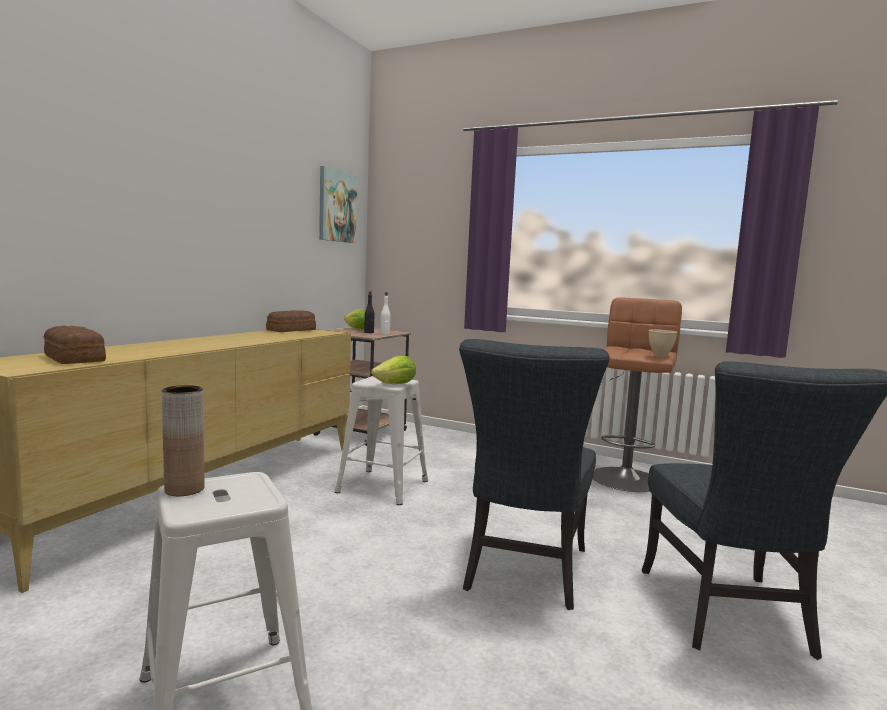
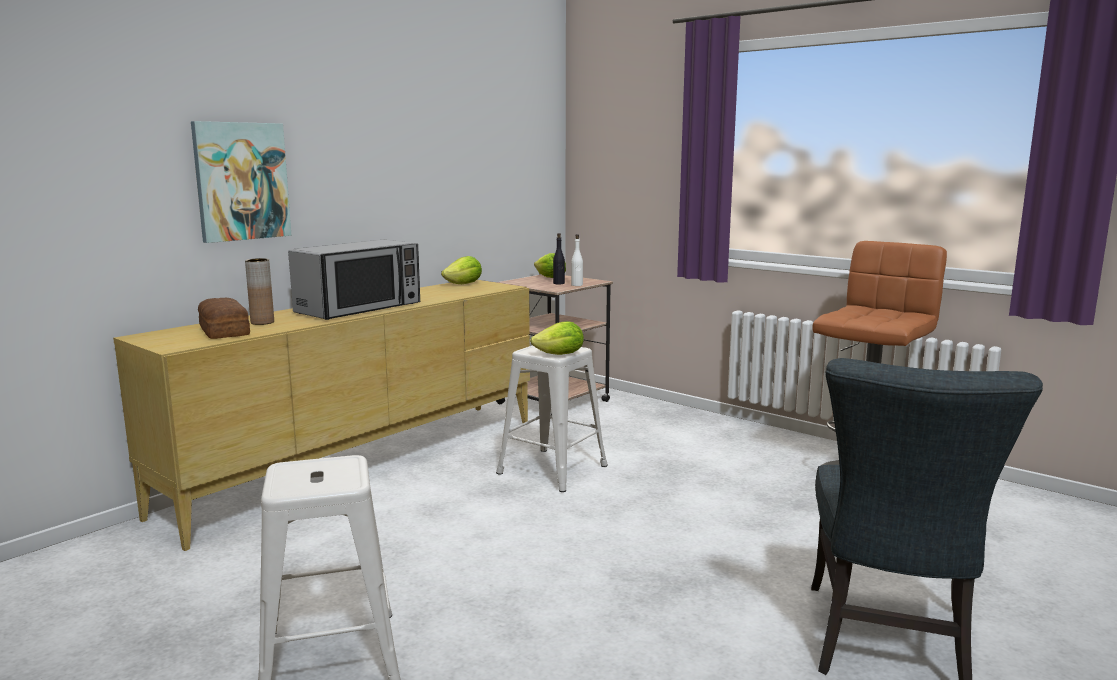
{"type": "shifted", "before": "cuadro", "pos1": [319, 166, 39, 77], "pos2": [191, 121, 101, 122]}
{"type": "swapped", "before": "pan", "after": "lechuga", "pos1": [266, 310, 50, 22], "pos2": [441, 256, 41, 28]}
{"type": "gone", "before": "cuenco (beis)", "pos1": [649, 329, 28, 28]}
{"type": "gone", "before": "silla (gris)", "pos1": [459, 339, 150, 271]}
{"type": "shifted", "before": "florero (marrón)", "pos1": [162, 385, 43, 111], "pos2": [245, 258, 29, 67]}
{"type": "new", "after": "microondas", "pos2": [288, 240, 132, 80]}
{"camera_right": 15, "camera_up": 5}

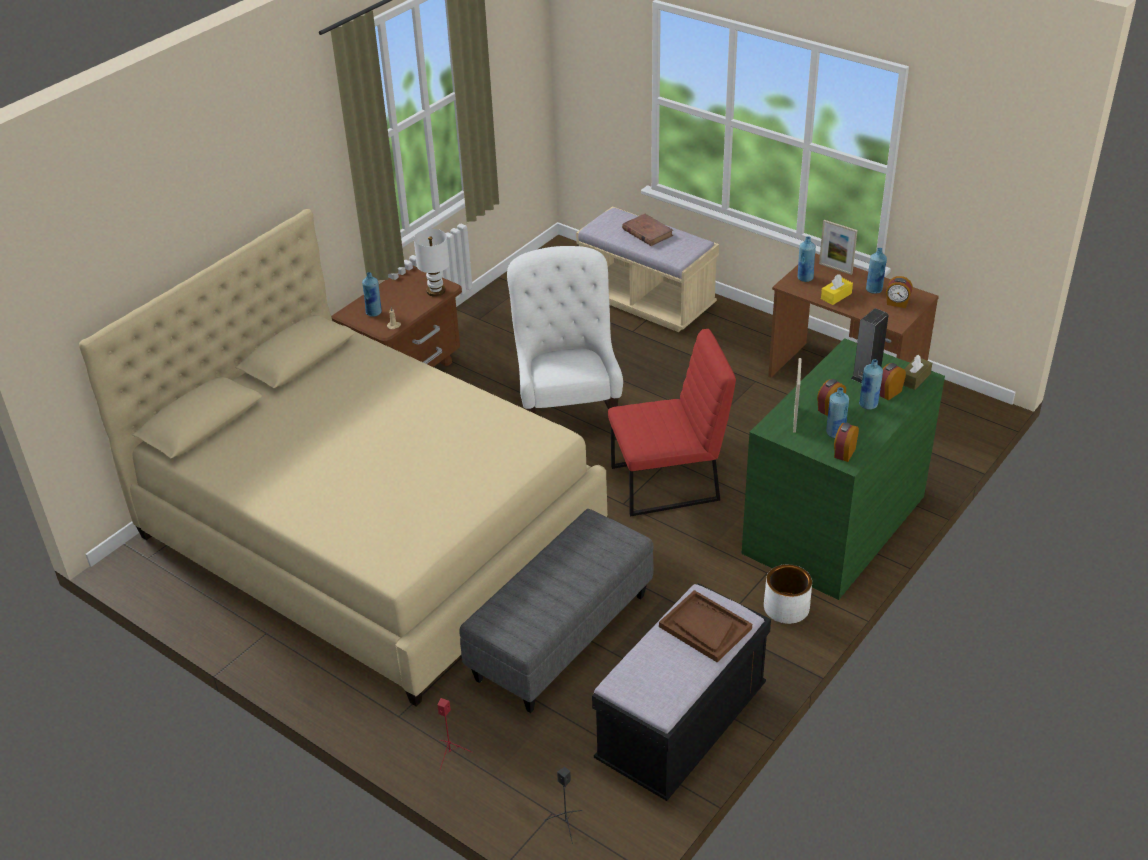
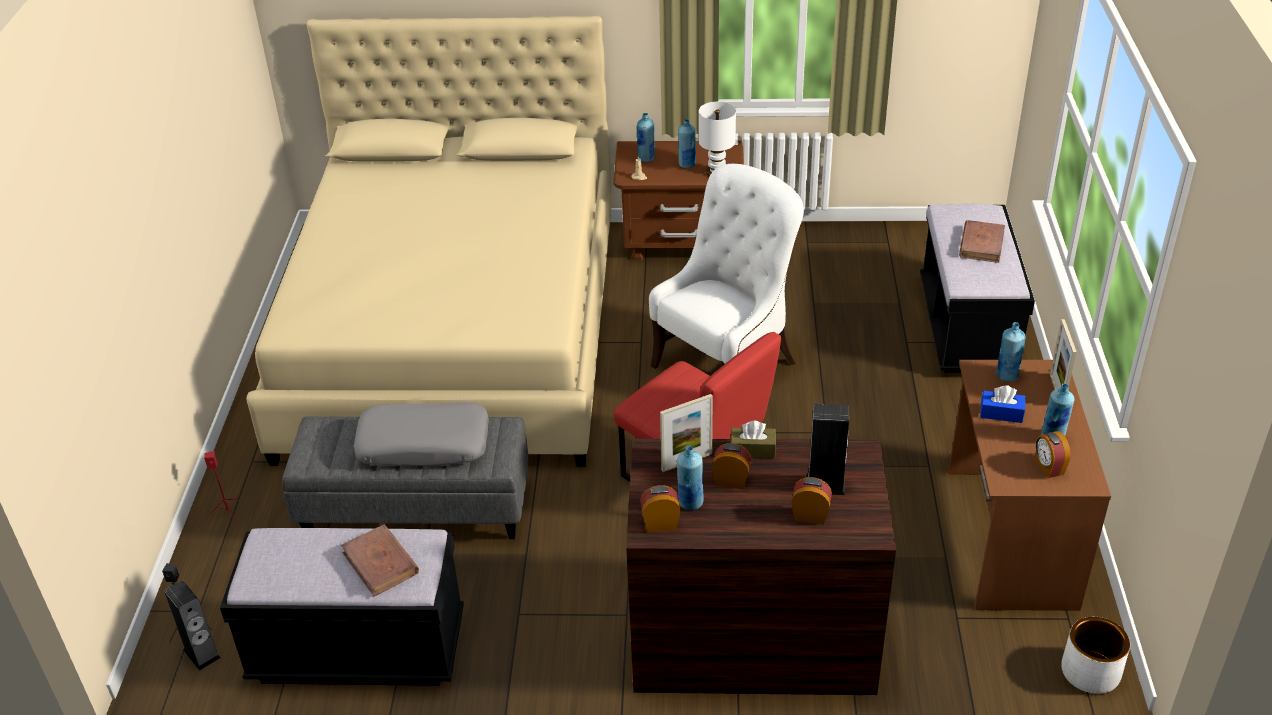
{"type": "repainted", "before": "banco (beis)", "after": "banco (negro)", "pos1": [576, 206, 143, 126], "pos2": [920, 204, 115, 169]}
{"type": "repainted", "before": "caja de pañuelos (amarillo)", "after": "caja de pañuelos (azul)", "pos1": [821, 274, 32, 31], "pos2": [980, 385, 45, 38]}
{"type": "repainted", "before": "cómoda (verde)", "after": "cómoda (marrón)", "pos1": [741, 338, 204, 262], "pos2": [626, 439, 270, 256]}
{"type": "shifted", "before": "caja de pañuelos (marrón)", "pos1": [903, 355, 29, 35], "pos2": [731, 421, 45, 37]}
{"type": "shifted", "before": "botella (azul)", "pos1": [859, 359, 24, 51], "pos2": [678, 119, 18, 49]}
{"type": "shifted", "before": "maceta (blanco)", "pos1": [764, 564, 48, 60], "pos2": [1061, 617, 69, 77]}
{"type": "swapped", "before": "bandeja (marrón)", "after": "libro (marrón)", "pos1": [659, 590, 93, 72], "pos2": [341, 525, 78, 71]}
{"type": "new", "after": "cojín (gris)", "pos2": [353, 402, 136, 64]}
{"type": "new", "after": "altavoz", "pos2": [164, 581, 57, 90]}
{"camera_right": 55, "camera_up": 0}

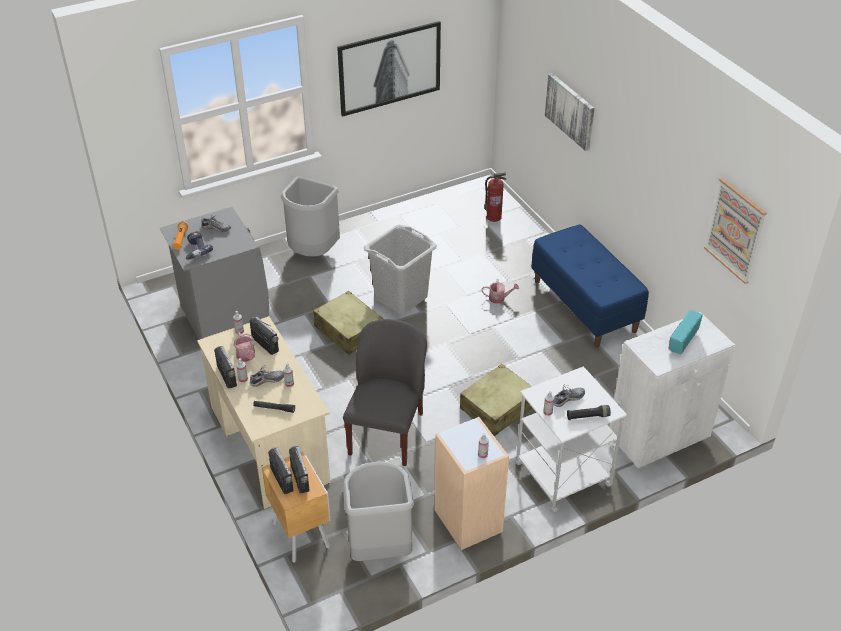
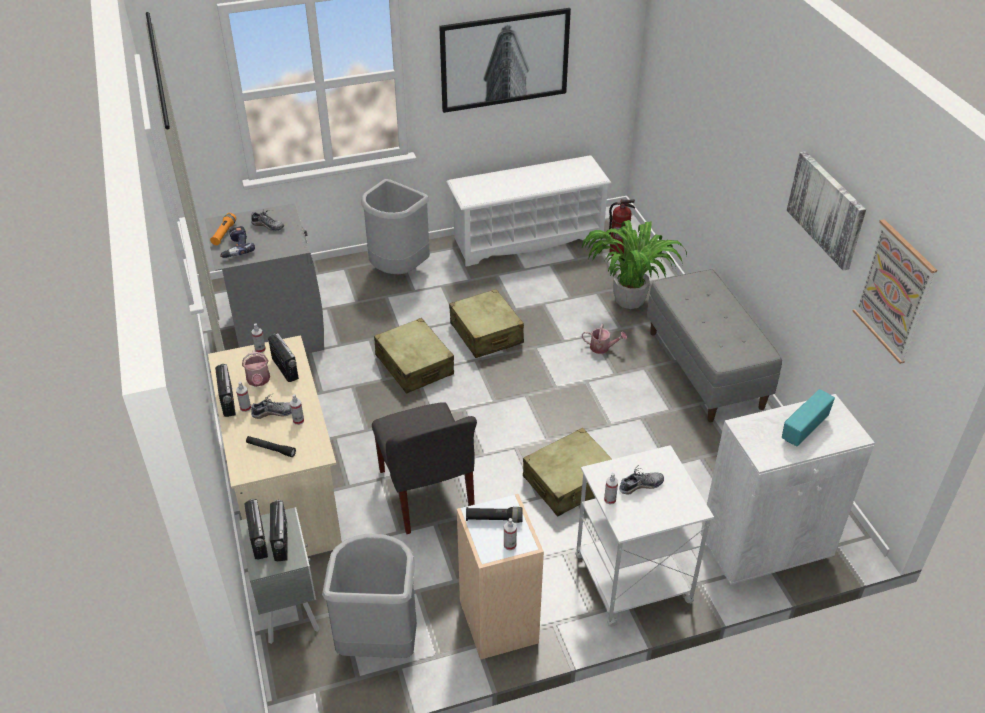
{"type": "shifted", "before": "cuadro", "pos1": [545, 73, 50, 78], "pos2": [787, 151, 79, 120]}
{"type": "repainted", "before": "banco (azul)", "after": "banco (gris)", "pos1": [531, 224, 118, 124], "pos2": [647, 269, 135, 153]}
{"type": "swapped", "before": "cesto de la ropa (gris)", "after": "maleta (beis)", "pos1": [364, 225, 73, 89], "pos2": [449, 289, 75, 69]}
{"type": "rotated", "before": "silla (gris)", "pos1": [343, 319, 84, 147], "pos2": [372, 402, 105, 132], "turn": 135}
{"type": "shifted", "before": "linterna (negro)", "pos1": [567, 405, 44, 15], "pos2": [466, 507, 57, 16]}
{"type": "repainted", "before": "mesita de noche (marrón)", "after": "mesita de noche (gris)", "pos1": [262, 451, 69, 112], "pos2": [239, 507, 80, 137]}
{"type": "new", "after": "zapatero (blanco)", "pos2": [447, 155, 164, 112]}
{"type": "new", "after": "planta en maceta", "pos2": [582, 220, 105, 89]}
{"camera_right": 10, "camera_up": 0}

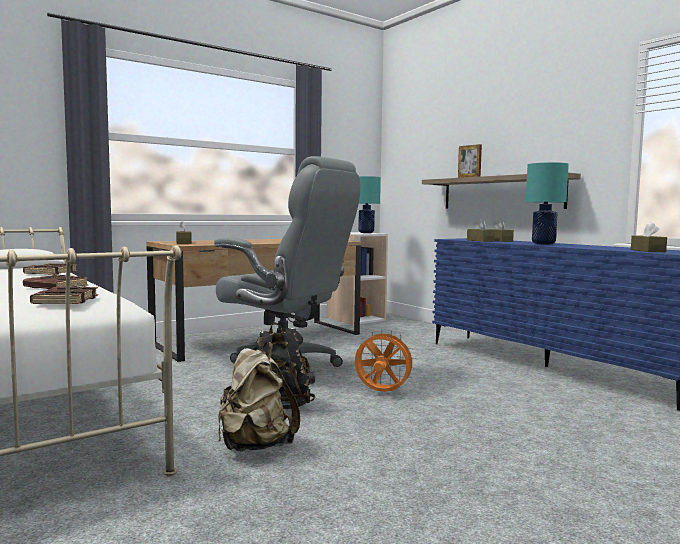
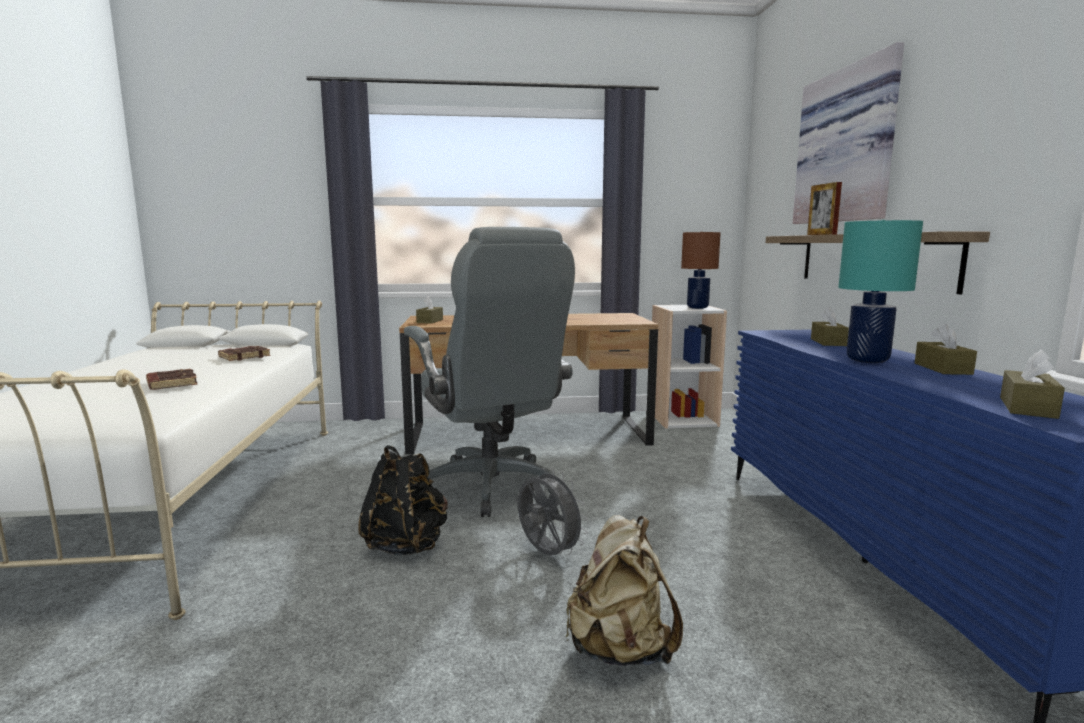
{"type": "repainted", "before": "lámpara de mesa (turquesa)", "after": "lámpara de mesa (marrón)", "pos1": [358, 176, 23, 57], "pos2": [681, 231, 40, 78]}
{"type": "shifted", "before": "caja de pañuelos (marrón)", "pos1": [467, 218, 28, 24], "pos2": [915, 324, 62, 51]}
{"type": "gone", "before": "libro (marrón)", "pos1": [30, 286, 68, 18]}
{"type": "repainted", "before": "ventilador (naranja)", "after": "ventilador (gris)", "pos1": [355, 329, 62, 63], "pos2": [518, 468, 70, 88]}
{"type": "shifted", "before": "mochila (beis)", "pos1": [218, 342, 82, 110], "pos2": [566, 515, 117, 151]}
{"type": "new", "after": "cuadro", "pos2": [793, 42, 111, 182]}
{"camera_right": 30, "camera_up": 5}

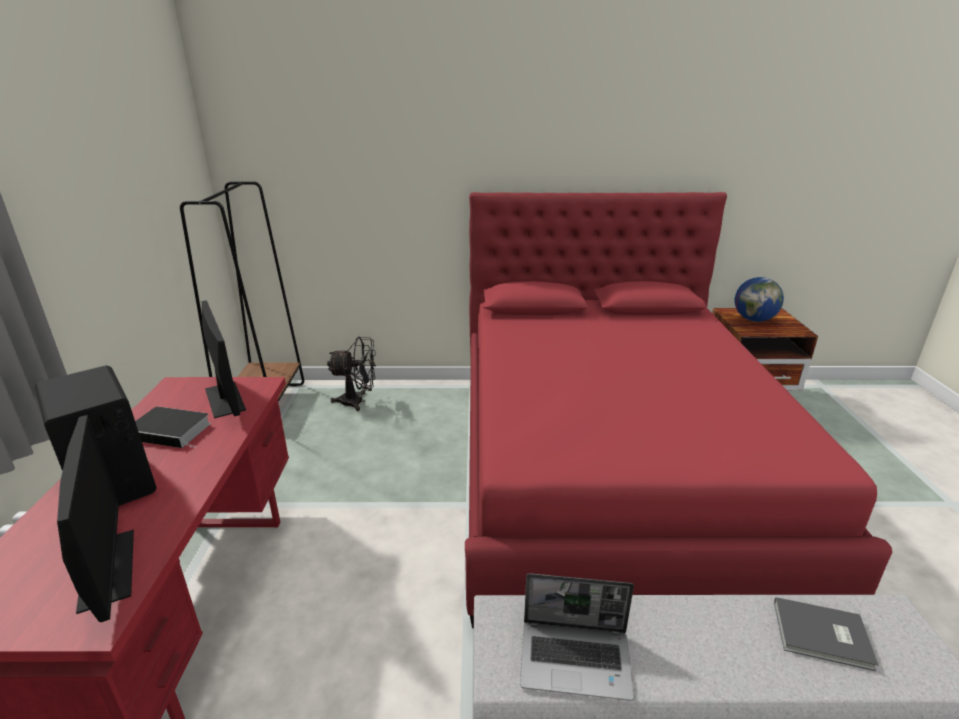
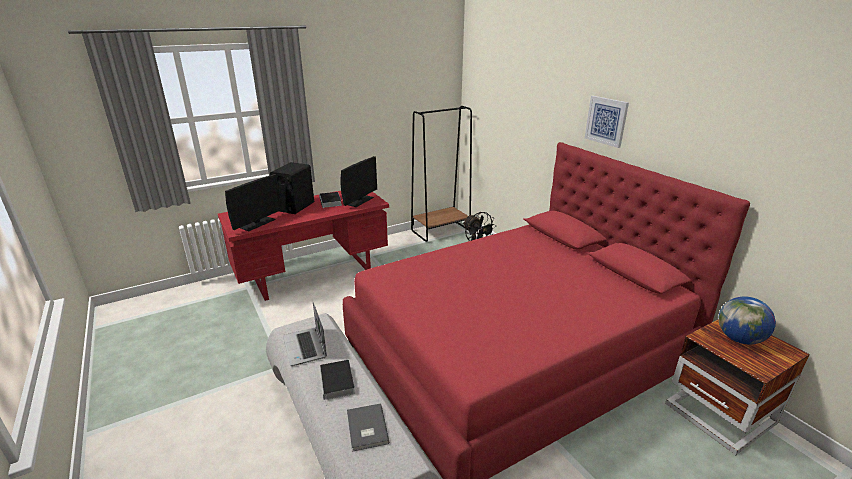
{"type": "new", "after": "cuadro", "pos2": [585, 96, 44, 52]}
{"type": "new", "after": "libro", "pos2": [319, 360, 36, 46]}
{"camera_right": 60, "camera_up": 0}

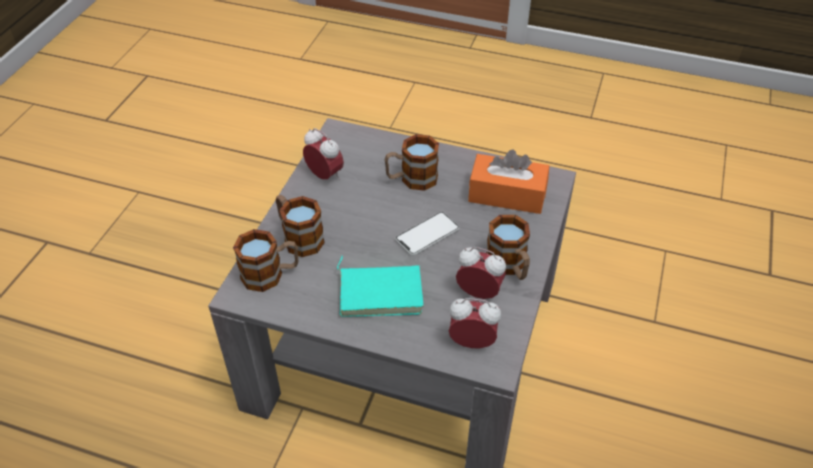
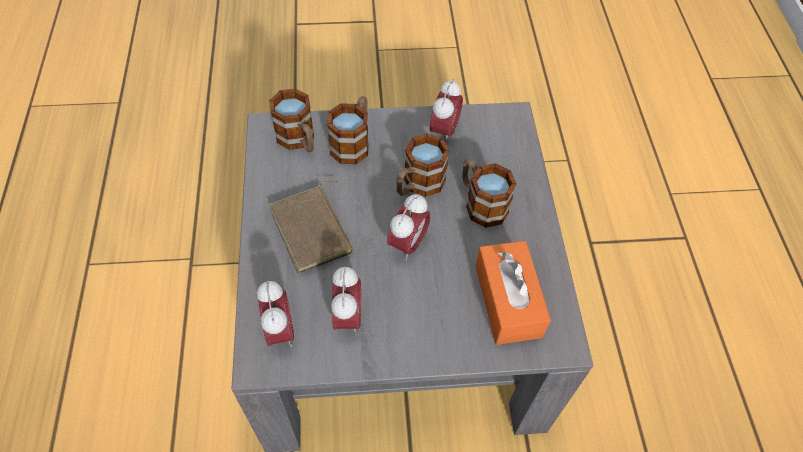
{"type": "swapped", "before": "móvil", "after": "despertador", "pos1": [395, 212, 65, 43], "pos2": [387, 194, 44, 67]}
{"type": "shifted", "before": "taza grande", "pos1": [486, 215, 44, 65], "pos2": [396, 133, 54, 64]}
{"type": "repainted", "before": "libro (turquesa)", "after": "libro (marrón)", "pos1": [337, 256, 87, 61], "pos2": [268, 181, 85, 93]}
{"camera_right": 65, "camera_up": 10}

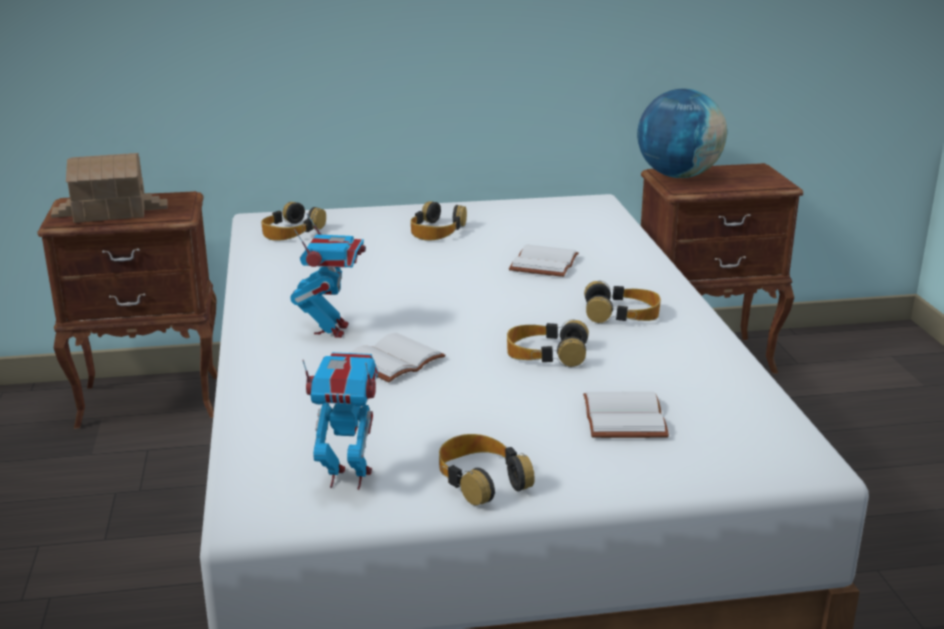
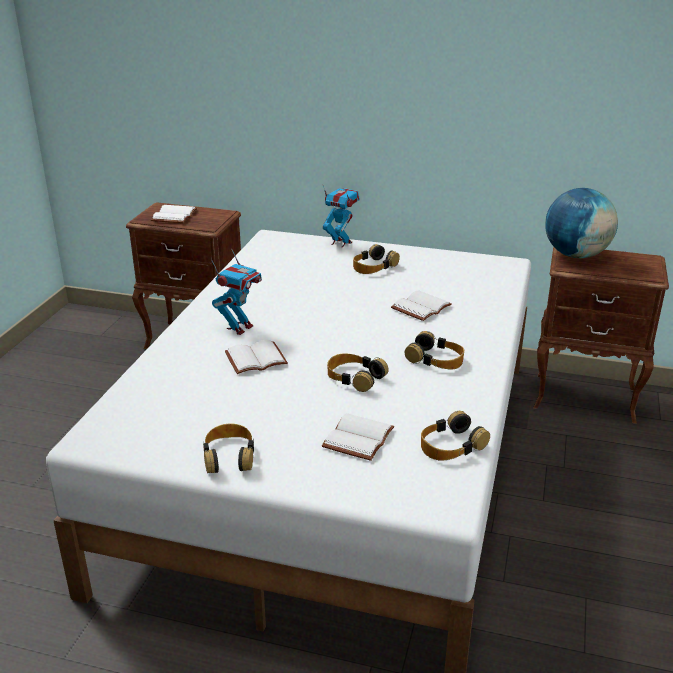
{"type": "swapped", "before": "casita", "after": "libro (blanco)", "pos1": [51, 153, 117, 70], "pos2": [151, 205, 46, 18]}
{"type": "shifted", "before": "auriculares", "pos1": [261, 202, 65, 39], "pos2": [421, 411, 69, 49]}
{"type": "shifted", "before": "robot de juguete", "pos1": [302, 352, 77, 138], "pos2": [323, 186, 37, 61]}
{"camera_right": 25, "camera_up": 5}

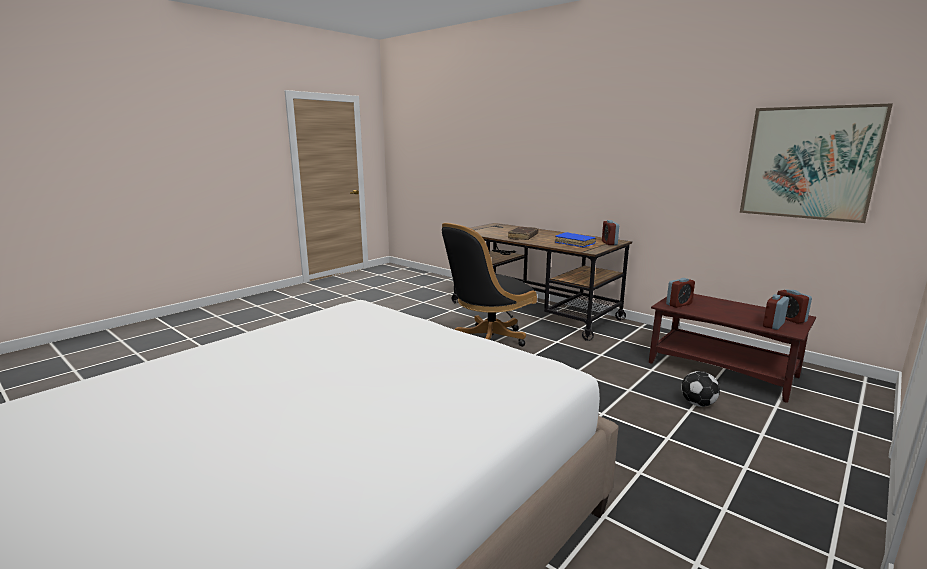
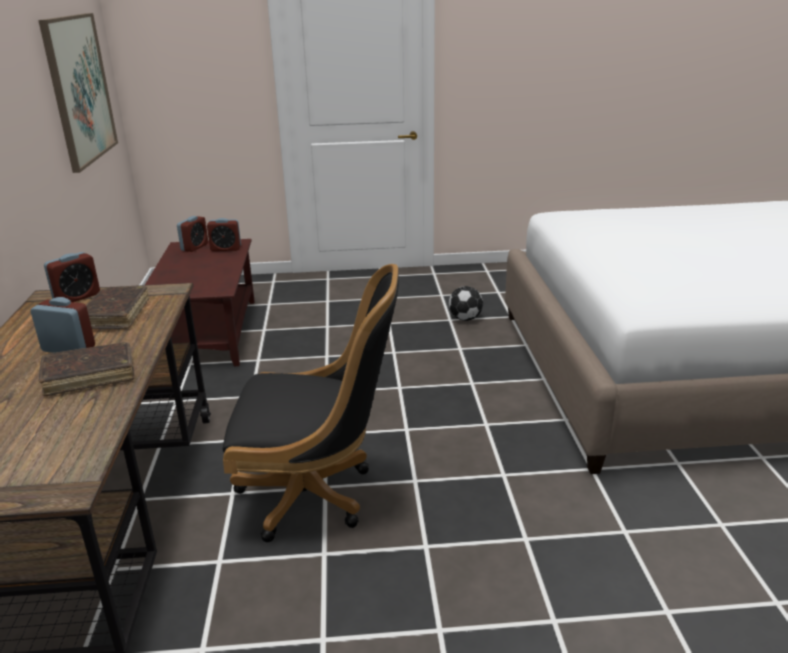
{"type": "repainted", "before": "libro (azul)", "after": "libro (marrón)", "pos1": [555, 232, 41, 16], "pos2": [86, 286, 63, 43]}
{"type": "shifted", "before": "despertador", "pos1": [666, 278, 29, 30], "pos2": [31, 297, 64, 56]}
{"type": "shifted", "before": "balón de fútbol", "pos1": [681, 371, 39, 36], "pos2": [449, 286, 34, 35]}
{"camera_right": -135, "camera_up": 10}

